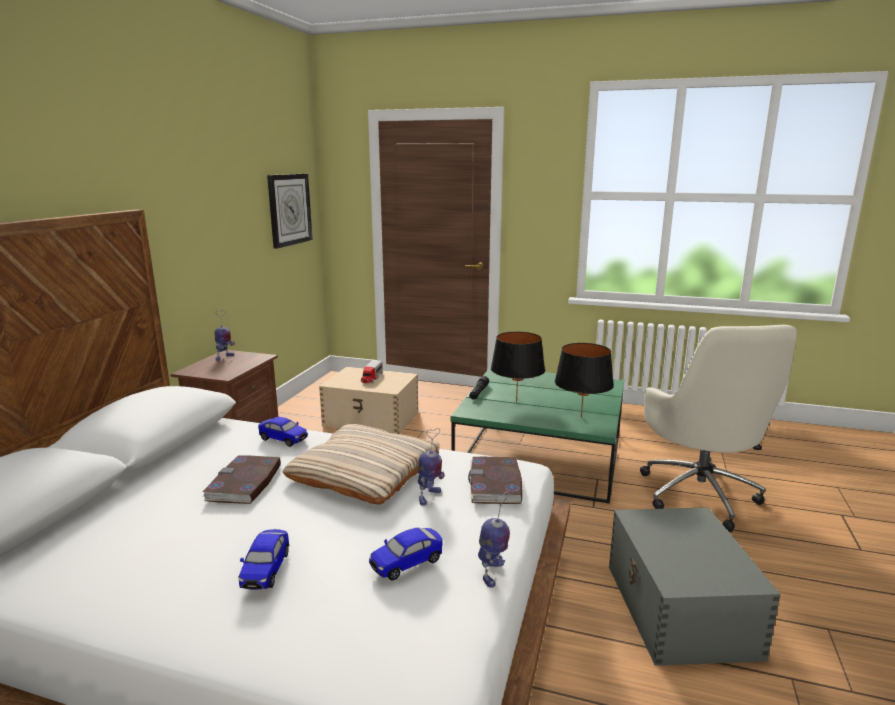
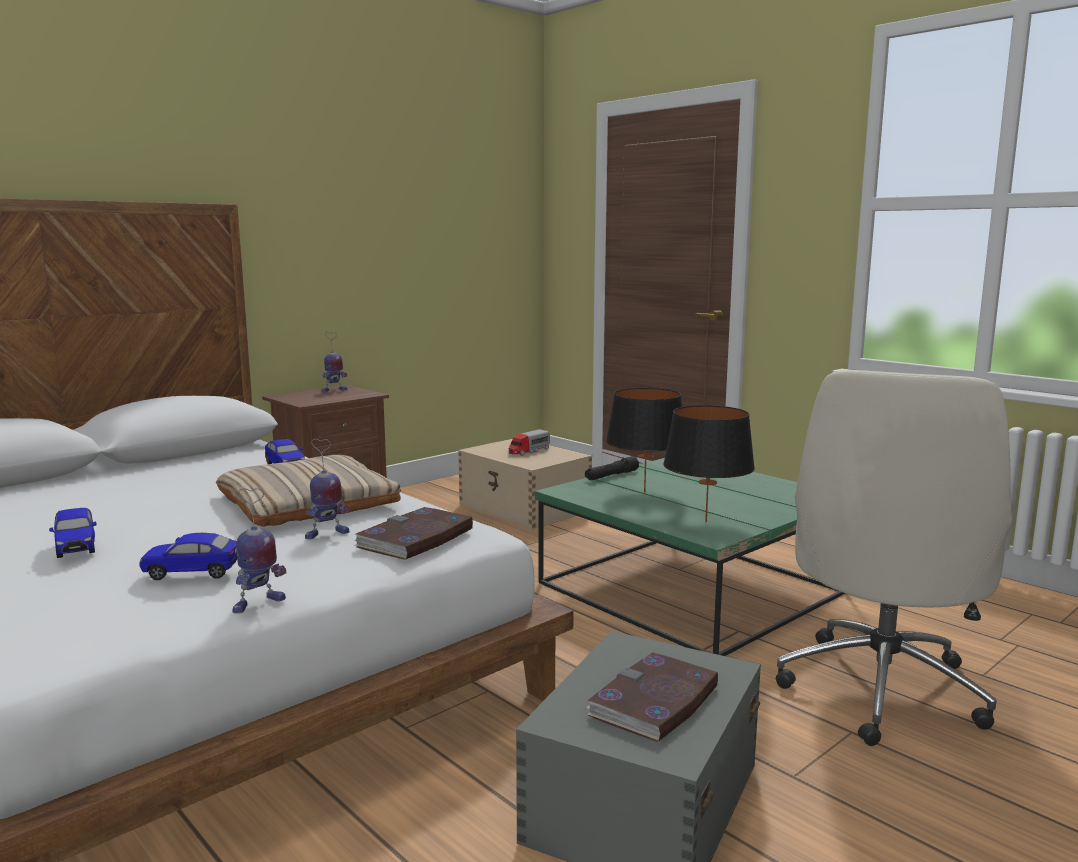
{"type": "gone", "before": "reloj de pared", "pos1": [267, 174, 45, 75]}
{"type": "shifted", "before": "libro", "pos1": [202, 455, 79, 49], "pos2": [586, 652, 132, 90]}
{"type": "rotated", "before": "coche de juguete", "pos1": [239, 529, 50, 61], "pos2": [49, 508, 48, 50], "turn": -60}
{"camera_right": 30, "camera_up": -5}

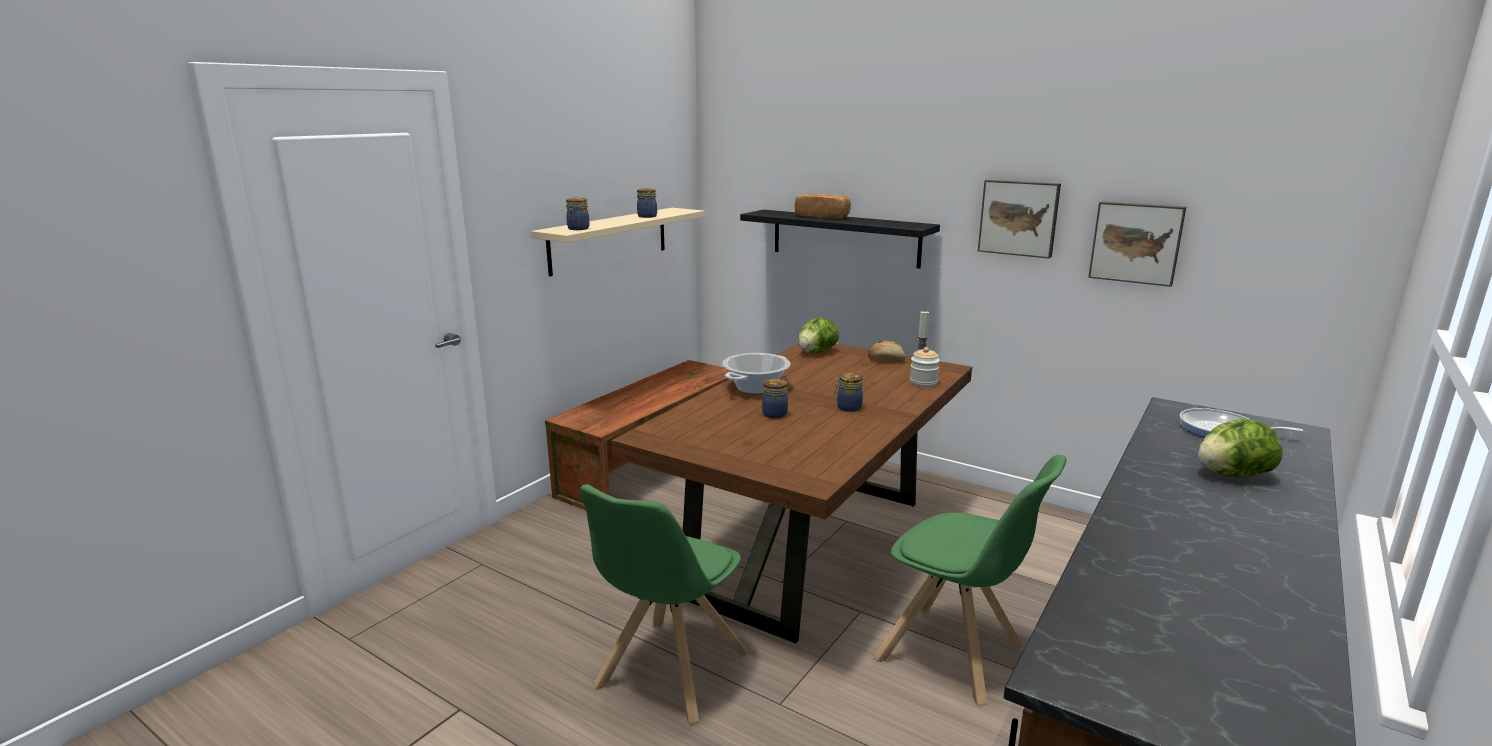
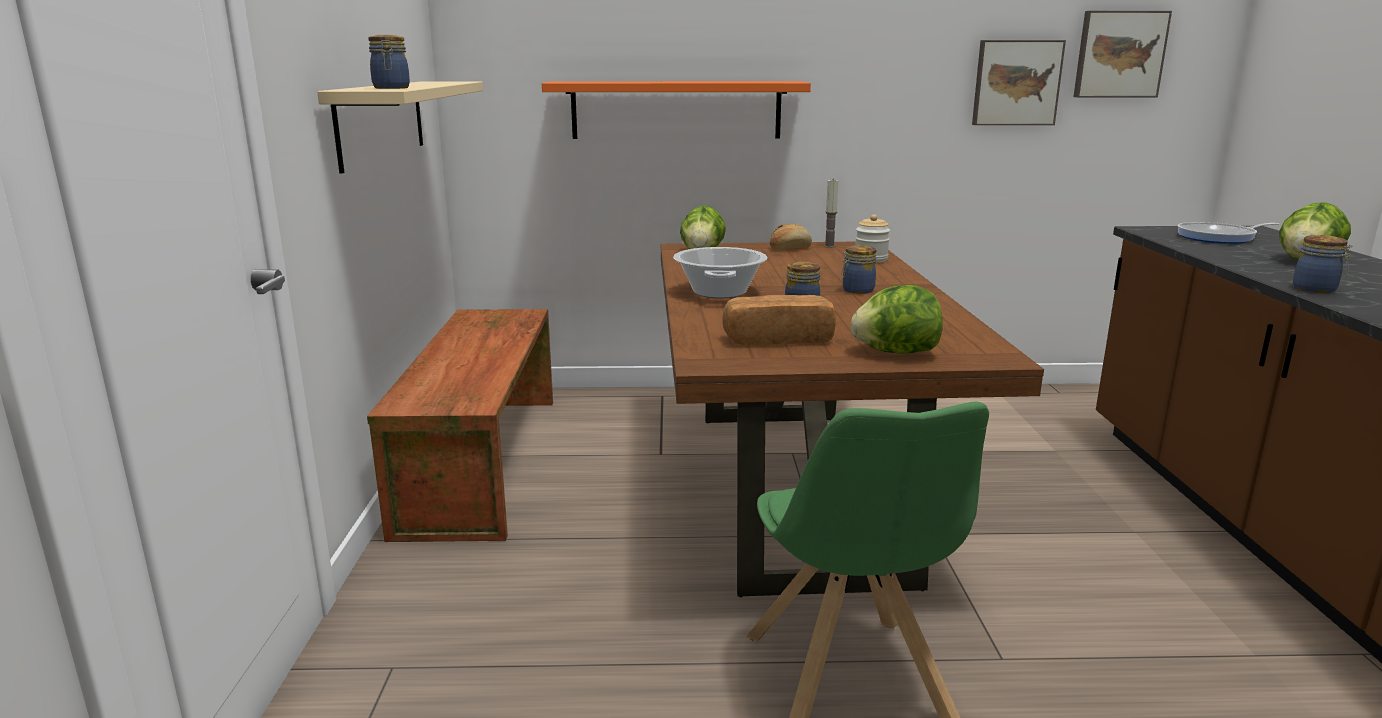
{"type": "shifted", "before": "cuadro", "pos1": [978, 180, 83, 79], "pos2": [1074, 11, 98, 86]}
{"type": "shifted", "before": "tarro", "pos1": [637, 188, 20, 30], "pos2": [1293, 235, 60, 58]}
{"type": "shifted", "before": "pan", "pos1": [795, 194, 56, 25], "pos2": [722, 295, 114, 50]}
{"type": "repainted", "before": "estante (negro)", "after": "estante (naranja)", "pos1": [740, 210, 200, 59], "pos2": [542, 81, 269, 58]}
{"type": "gone", "before": "silla (verde)", "pos1": [874, 455, 192, 251]}
{"type": "new", "after": "lechuga", "pos2": [851, 285, 92, 69]}
{"camera_right": -35, "camera_up": 0}

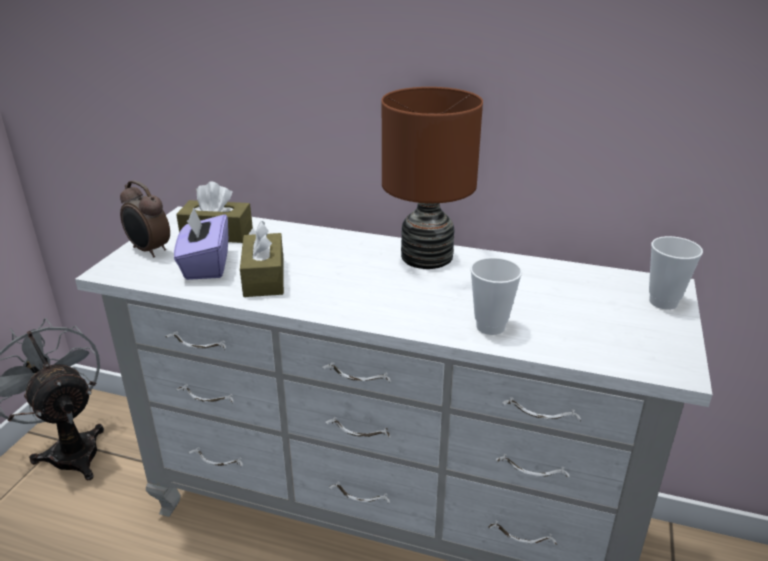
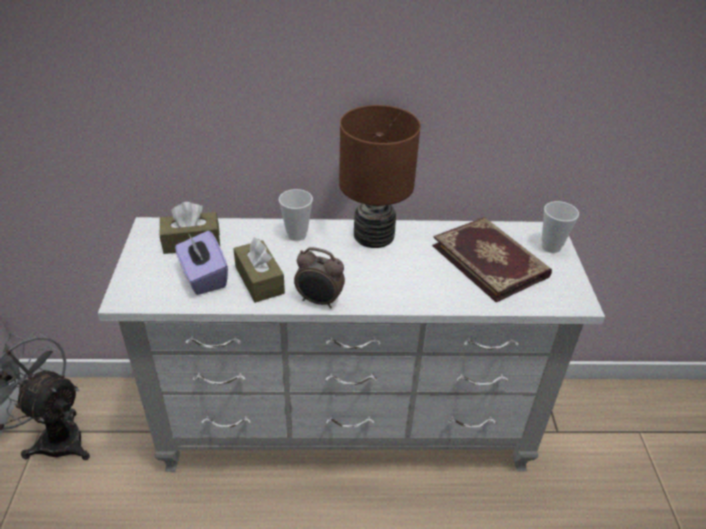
{"type": "shifted", "before": "despertador", "pos1": [120, 180, 50, 78], "pos2": [294, 247, 51, 62]}
{"type": "shifted", "before": "taza", "pos1": [470, 257, 52, 78], "pos2": [279, 189, 34, 52]}
{"type": "new", "after": "libro", "pos2": [432, 217, 120, 86]}
{"camera_right": -20, "camera_up": 10}

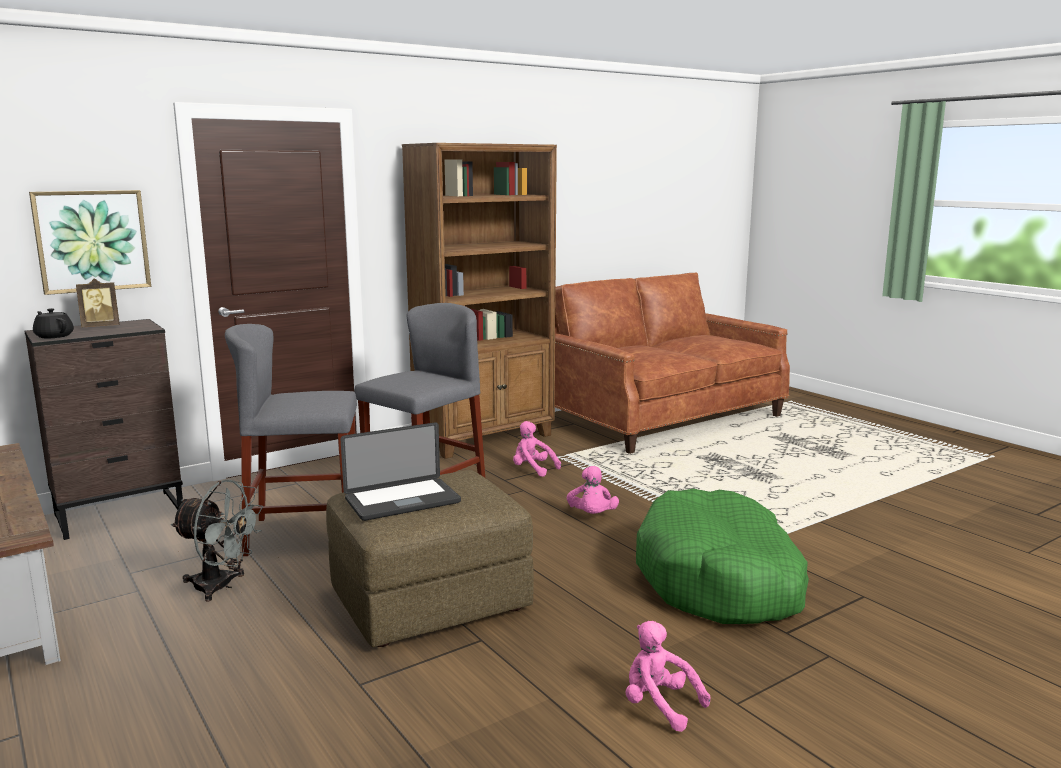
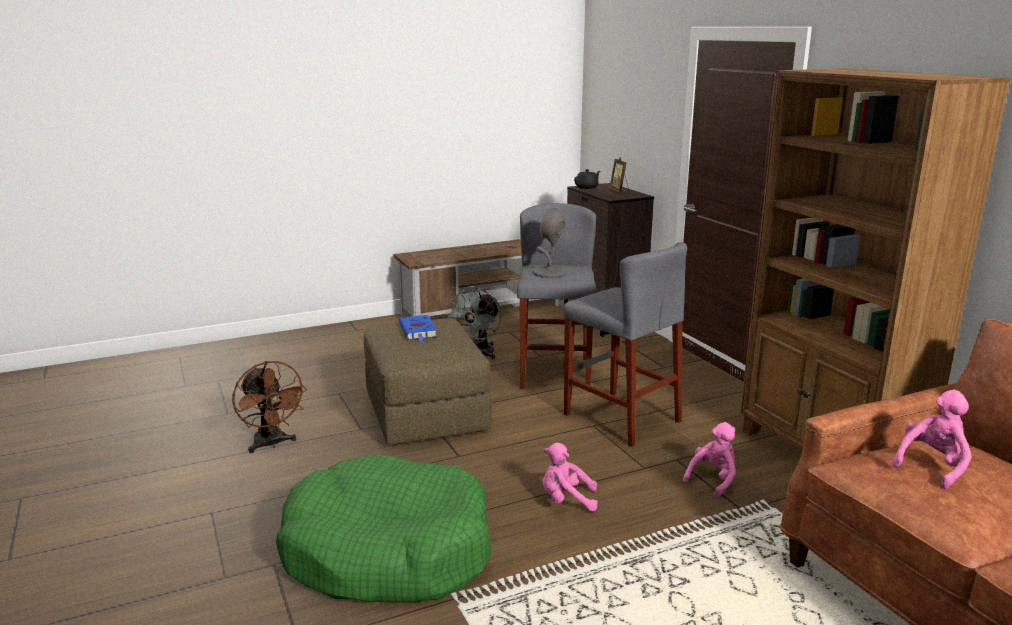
{"type": "gone", "before": "cuadro", "pos1": [29, 190, 122, 105]}
{"type": "swapped", "before": "portátil", "after": "libro (azul)", "pos1": [341, 422, 120, 99], "pos2": [399, 315, 38, 28]}
{"type": "shifted", "before": "peluche (rosa)", "pos1": [626, 621, 84, 111], "pos2": [892, 390, 79, 99]}
{"type": "new", "after": "lámpara de mesa (gris)", "pos2": [533, 208, 34, 70]}
{"type": "new", "after": "ventilador (marrón)", "pos2": [233, 361, 74, 92]}
{"camera_right": 100, "camera_up": 5}

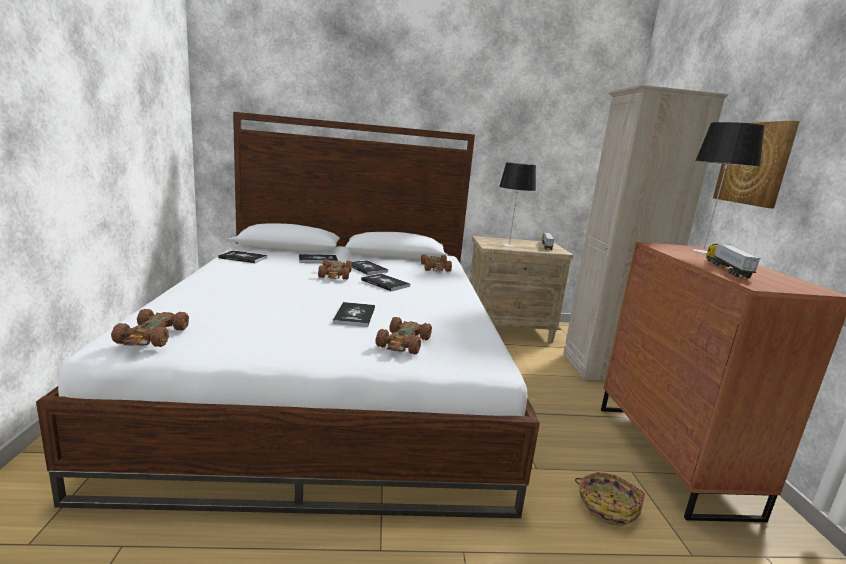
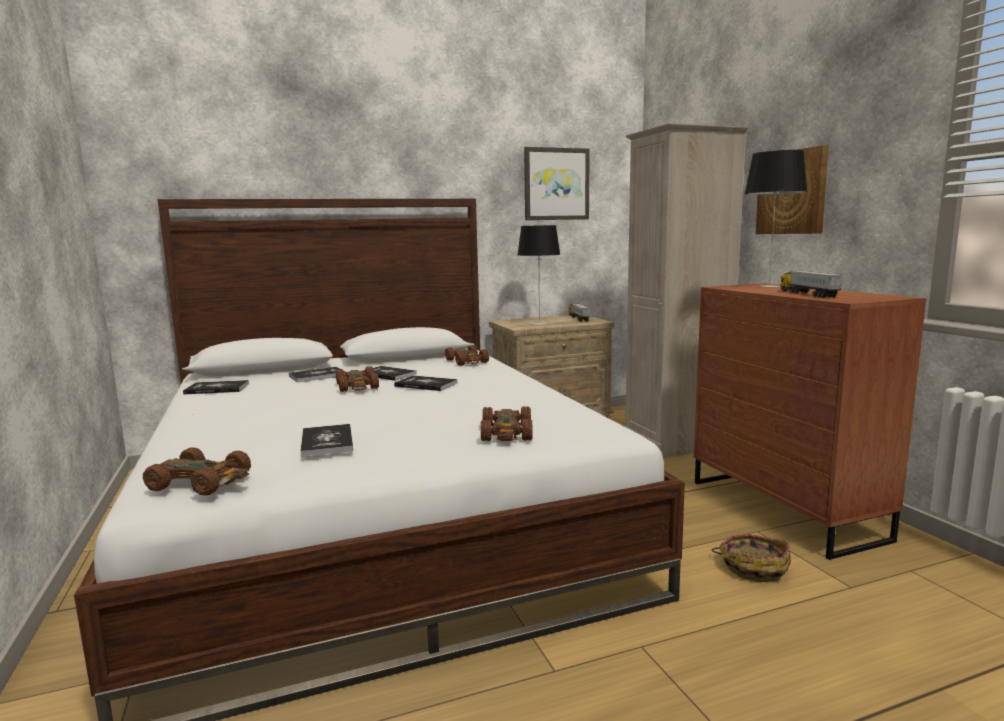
{"type": "shifted", "before": "libro", "pos1": [333, 302, 42, 25], "pos2": [301, 424, 52, 33]}
{"type": "rotated", "before": "coche de juguete (marrón)", "pos1": [111, 309, 78, 38], "pos2": [143, 447, 108, 48], "turn": -60}
{"type": "new", "after": "cuadro", "pos2": [524, 147, 66, 73]}
{"camera_right": -15, "camera_up": -5}

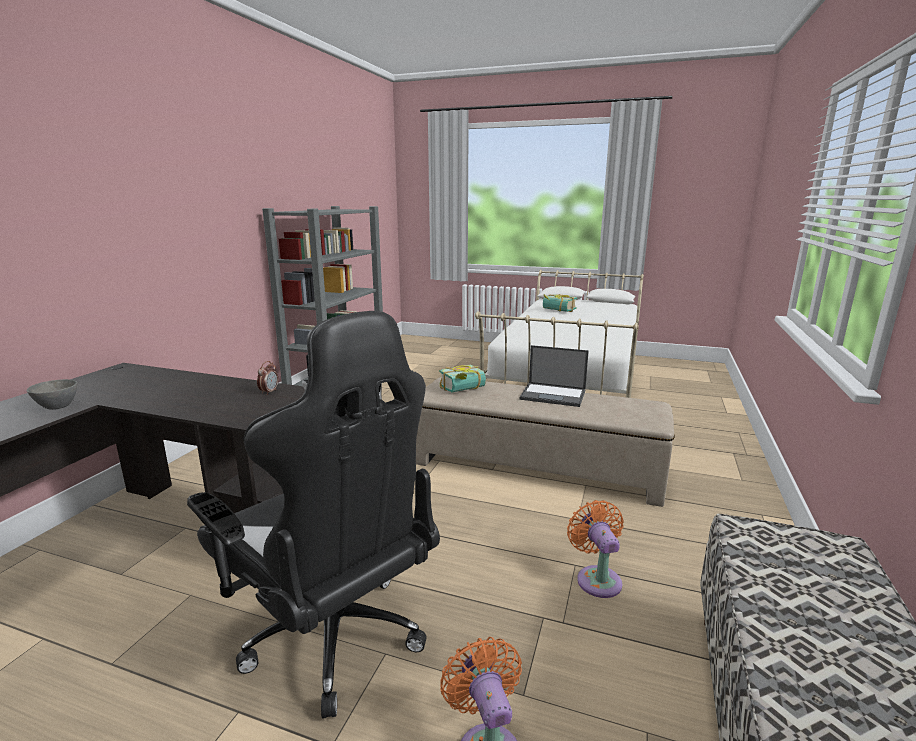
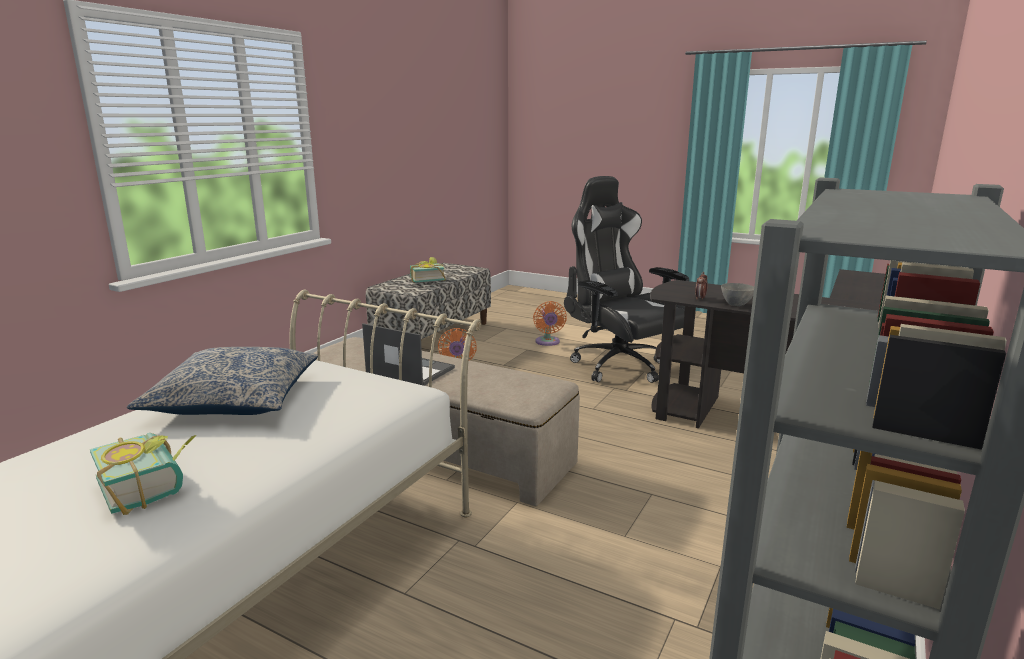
{"type": "shifted", "before": "libro", "pos1": [439, 364, 47, 29], "pos2": [410, 257, 36, 26]}
{"type": "shifted", "before": "cuenco (gris)", "pos1": [27, 379, 50, 31], "pos2": [721, 283, 33, 23]}
{"type": "new", "after": "cojín", "pos2": [127, 347, 191, 68]}
{"camera_right": -170, "camera_up": 0}

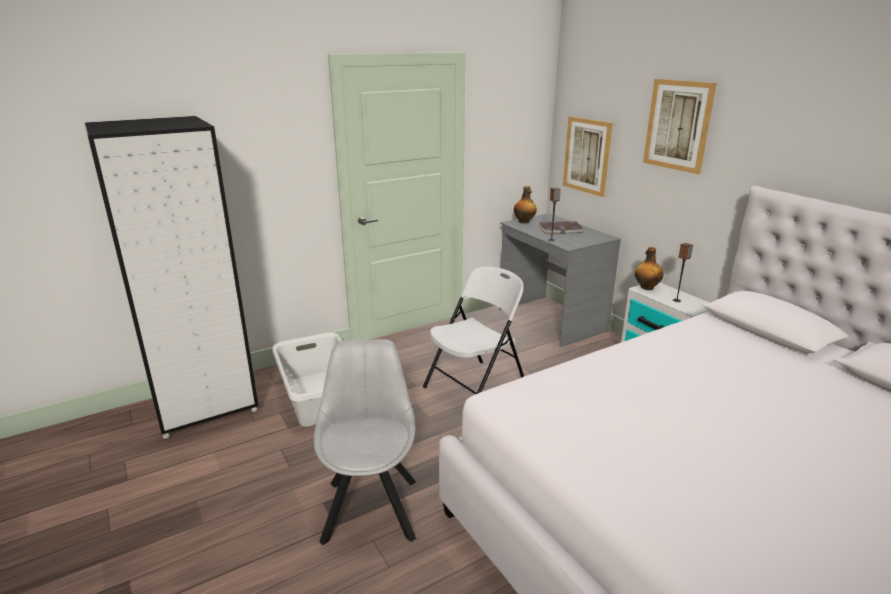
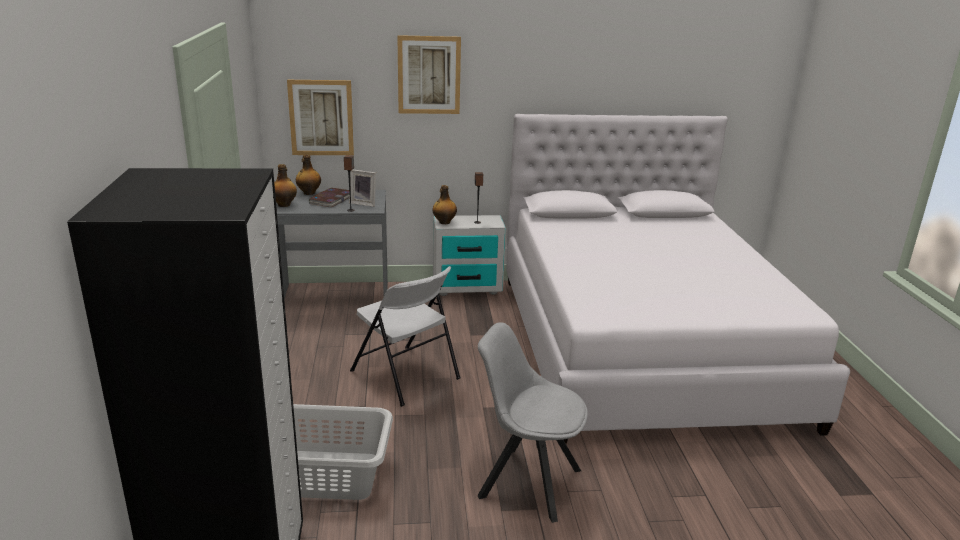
{"type": "rotated", "before": "silla (blanco)", "pos1": [423, 267, 101, 127], "pos2": [350, 266, 111, 141], "turn": 150}
{"type": "new", "after": "botella", "pos2": [296, 155, 25, 40]}
{"type": "new", "after": "portarretratos", "pos2": [349, 170, 27, 37]}
{"camera_right": -65, "camera_up": 0}

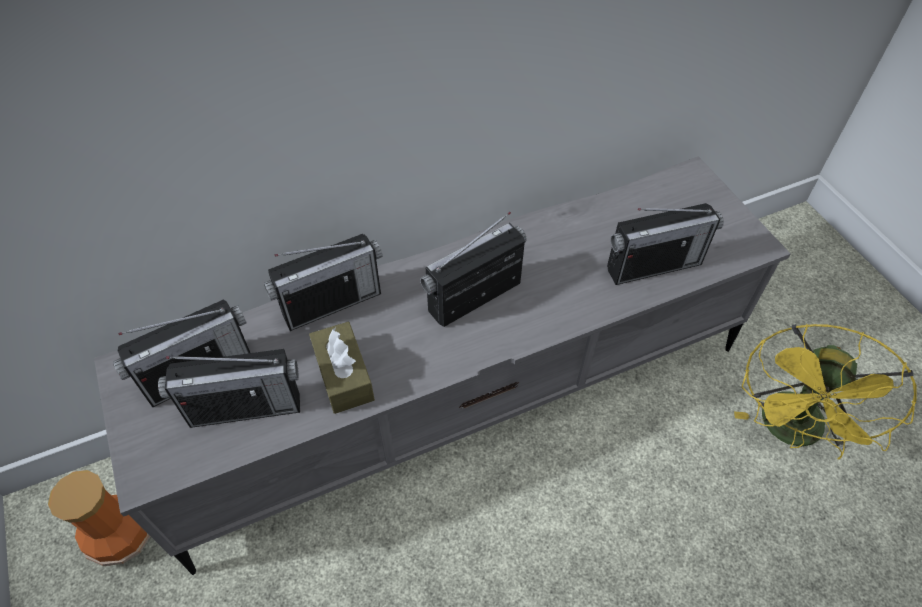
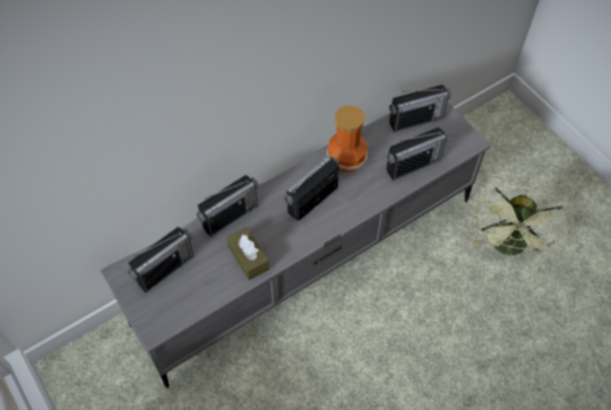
{"type": "repainted", "before": "ventilador (amarillo)", "after": "ventilador (verde)", "pos1": [734, 324, 183, 136], "pos2": [473, 186, 95, 74]}
{"type": "shifted", "before": "radio", "pos1": [158, 349, 142, 79], "pos2": [389, 85, 63, 47]}
{"type": "shifted", "before": "florero", "pos1": [48, 470, 103, 96], "pos2": [327, 105, 41, 67]}
{"camera_right": -10, "camera_up": 5}

